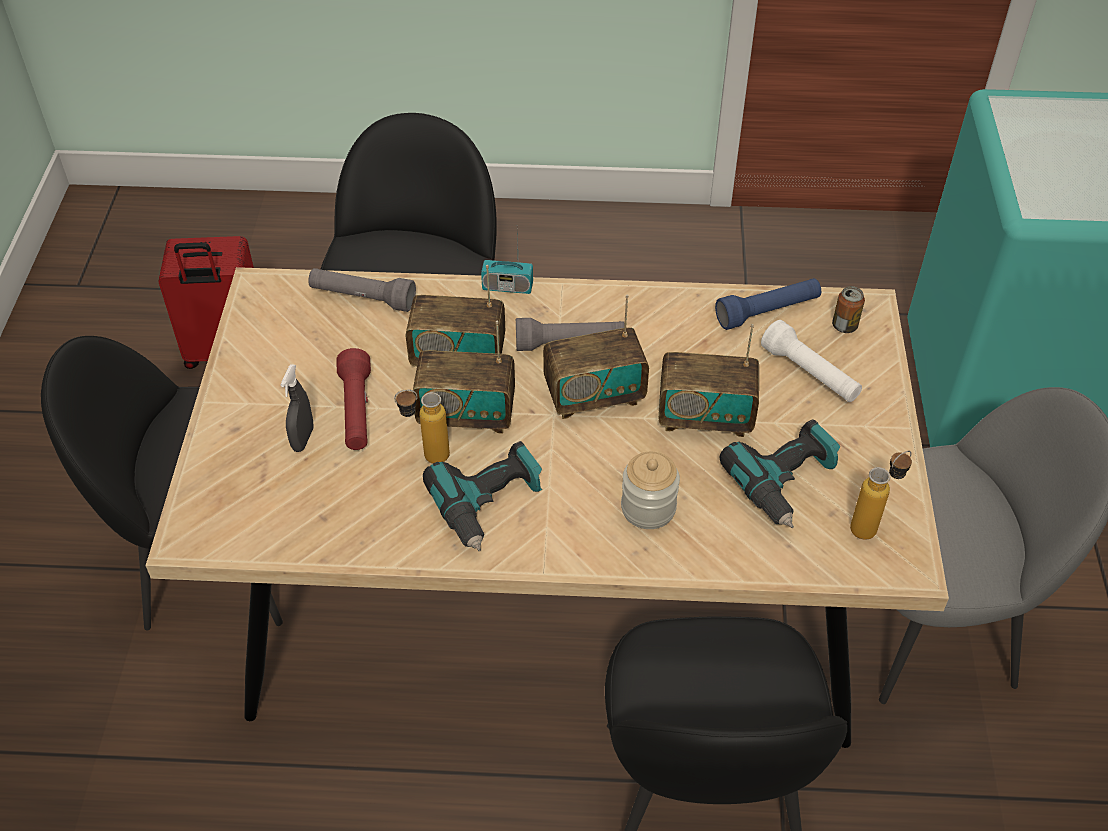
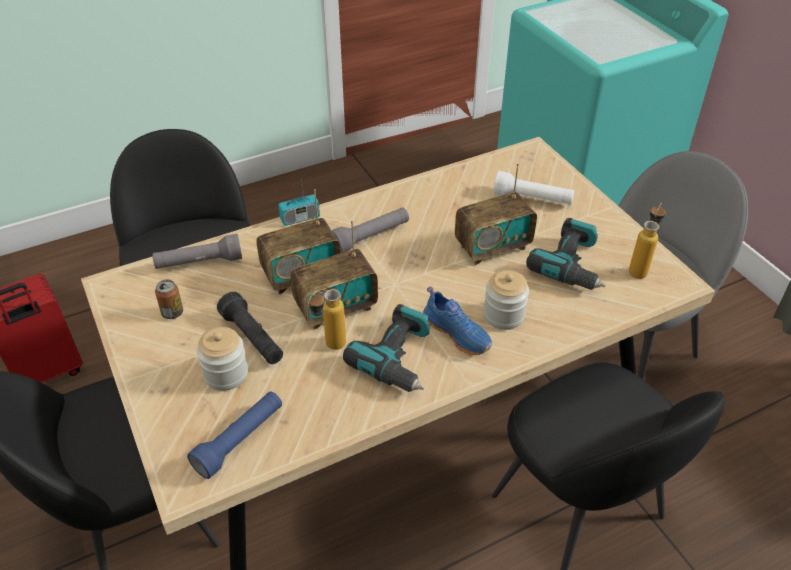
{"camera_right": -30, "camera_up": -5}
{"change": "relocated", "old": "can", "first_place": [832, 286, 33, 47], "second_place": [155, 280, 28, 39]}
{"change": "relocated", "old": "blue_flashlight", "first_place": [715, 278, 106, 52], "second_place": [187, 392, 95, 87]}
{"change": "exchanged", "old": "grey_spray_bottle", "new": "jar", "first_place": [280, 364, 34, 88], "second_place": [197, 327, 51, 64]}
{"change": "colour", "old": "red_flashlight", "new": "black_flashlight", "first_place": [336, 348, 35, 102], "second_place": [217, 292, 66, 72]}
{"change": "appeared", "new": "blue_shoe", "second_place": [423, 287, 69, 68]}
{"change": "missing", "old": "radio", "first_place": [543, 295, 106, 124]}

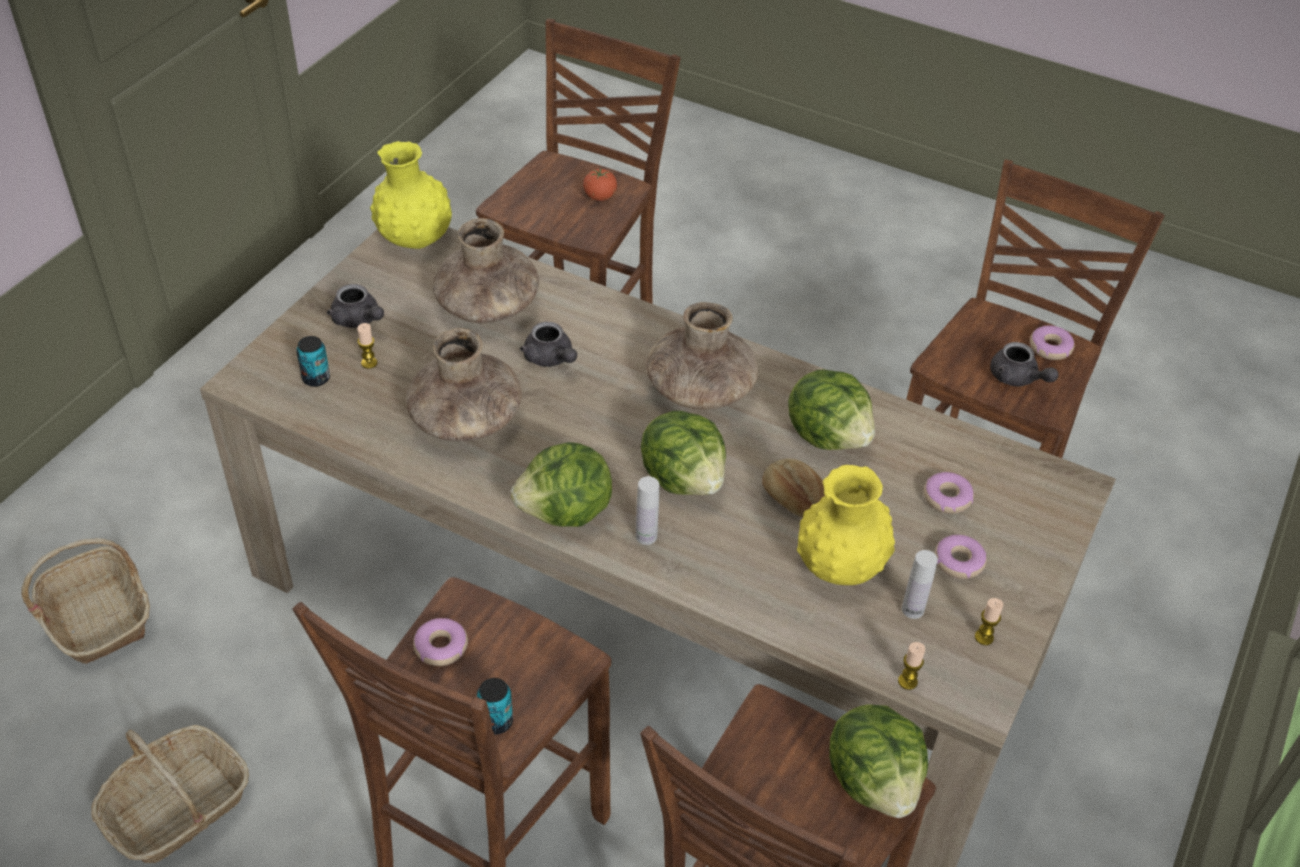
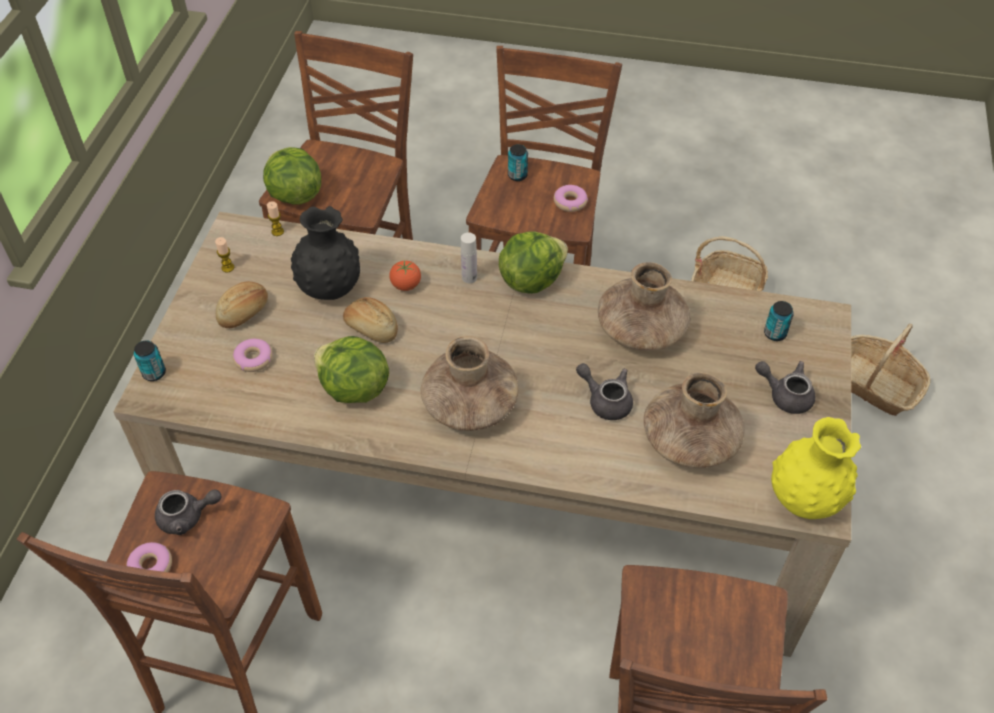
{"camera_right": 165, "camera_up": 5}
{"change": "appeared", "new": "can", "second_place": [134, 341, 32, 40]}
{"change": "spun", "old": "grey_teapot", "first_place": [990, 342, 69, 44], "second_place": [155, 489, 67, 46], "degrees": 135}
{"change": "exchanged", "old": "donut", "new": "bread", "first_place": [935, 535, 52, 44], "second_place": [216, 281, 52, 47]}
{"change": "colour", "old": "yellow_vase", "new": "black_vase", "first_place": [797, 465, 98, 120], "second_place": [291, 206, 69, 94]}
{"change": "relocated", "old": "tomato", "first_place": [583, 168, 34, 33], "second_place": [389, 260, 32, 31]}
{"change": "missing", "old": "candle", "first_place": [357, 323, 20, 46]}
{"change": "missing", "old": "lettuce", "first_place": [641, 411, 85, 84]}
{"change": "missing", "old": "white_bottle", "first_place": [902, 550, 36, 69]}

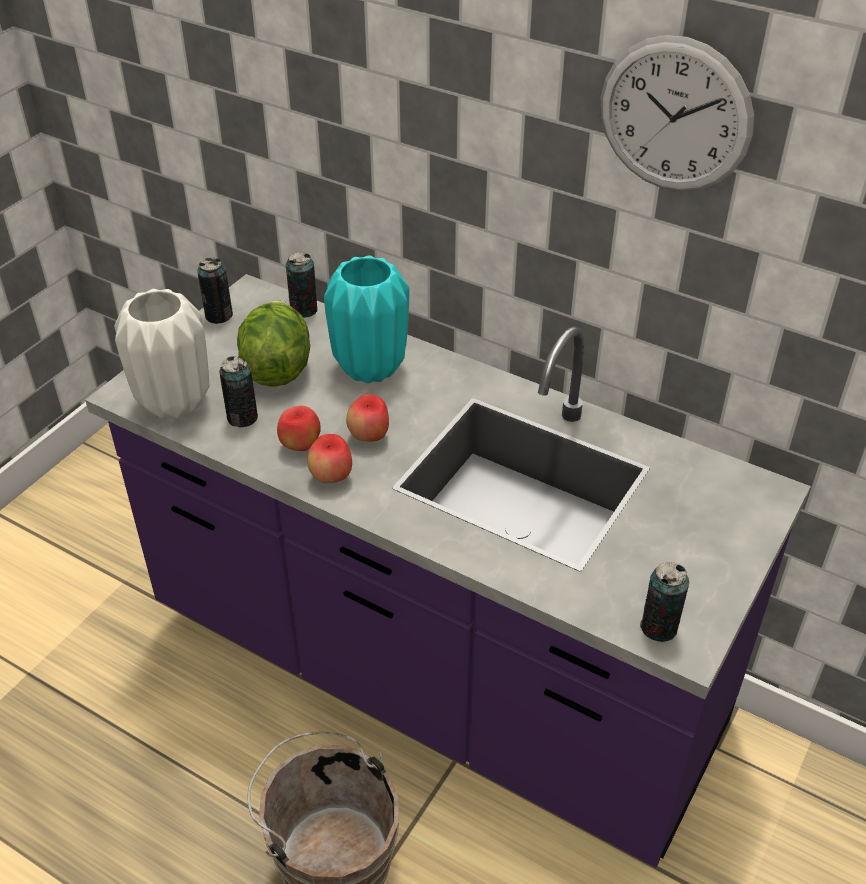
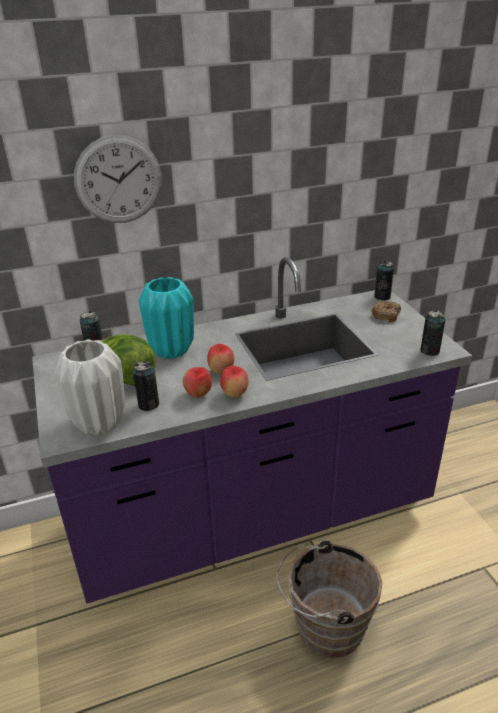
{"camera_right": -50, "camera_up": -10}
{"change": "relocated", "old": "wall_clock", "first_place": [601, 35, 153, 157], "second_place": [74, 135, 88, 88]}
{"change": "appeared", "new": "donut", "second_place": [372, 301, 29, 21]}
{"change": "relocated", "old": "can", "first_place": [197, 258, 36, 66], "second_place": [374, 261, 20, 39]}

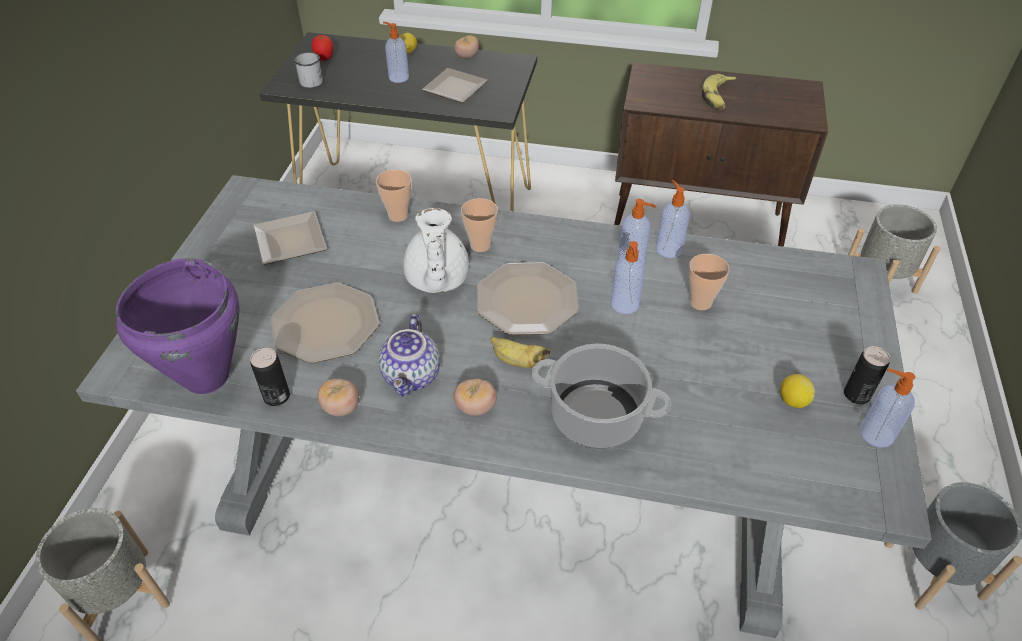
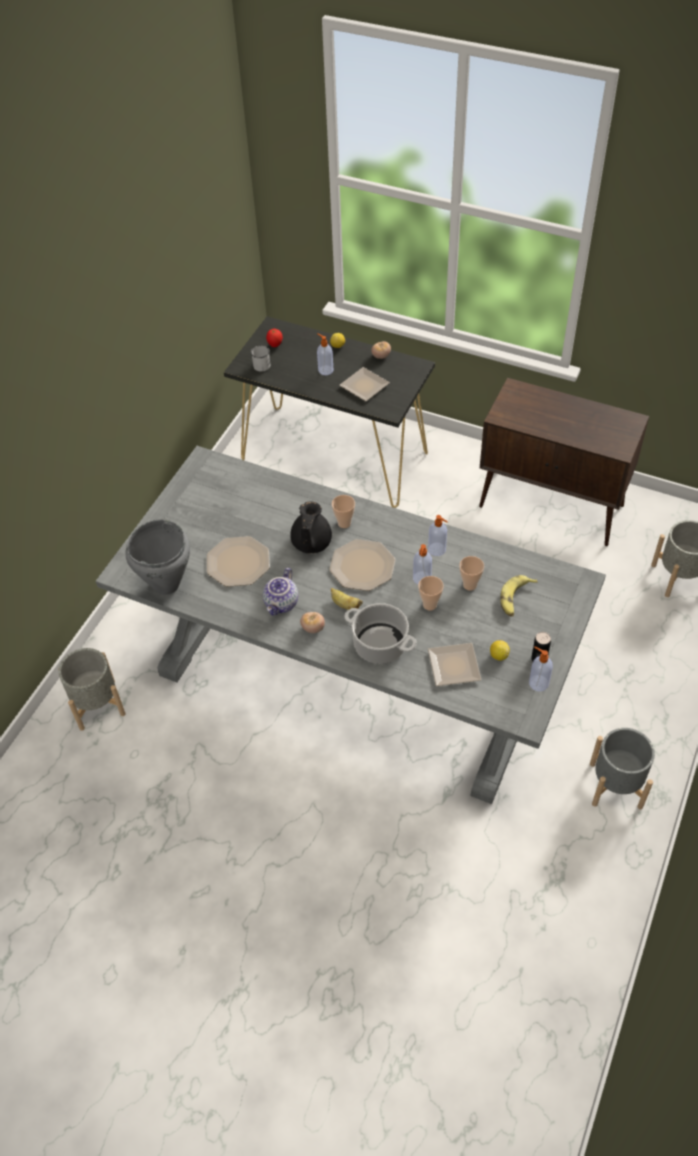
{"camera_right": 15, "camera_up": 5}
{"change": "colour", "old": "purple_cooking_pot", "new": "grey_cooking_pot", "first_place": [116, 258, 123, 136], "second_place": [125, 519, 65, 76]}
{"change": "colour", "old": "white_teapot", "new": "black_teapot", "first_place": [403, 208, 66, 85], "second_place": [290, 501, 42, 53]}
{"change": "relocated", "old": "cup", "first_place": [376, 170, 36, 52], "second_place": [418, 576, 26, 35]}
{"change": "relocated", "old": "plate", "first_place": [253, 211, 74, 54], "second_place": [428, 643, 53, 43]}
{"change": "relocated", "old": "banana", "first_place": [702, 74, 34, 36], "second_place": [500, 575, 38, 41]}
{"change": "missing", "old": "can", "first_place": [250, 348, 40, 58]}
{"change": "missing", "old": "tomato", "first_place": [318, 379, 41, 37]}
{"change": "missing", "old": "soap_dispenser", "first_place": [656, 180, 34, 78]}

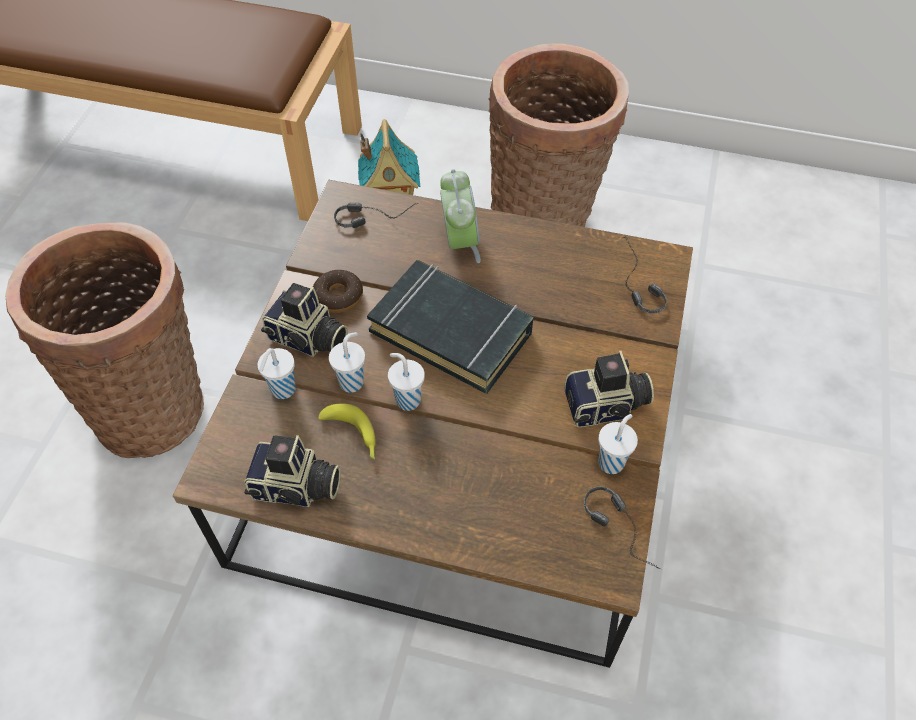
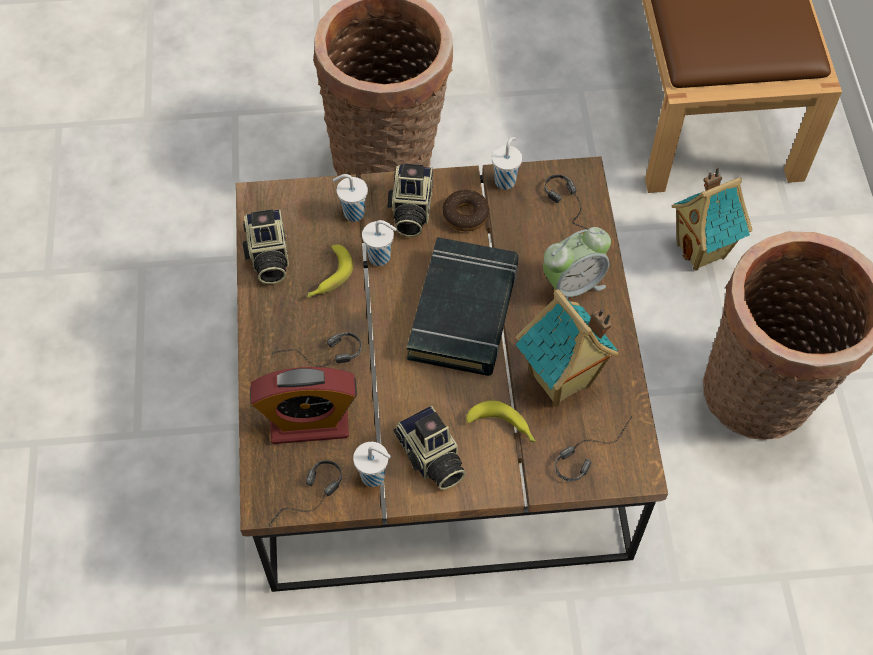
{"camera_right": 70, "camera_up": 5}
{"change": "appeared", "new": "alarm_clock", "second_place": [250, 367, 107, 77]}
{"change": "appeared", "new": "headphones", "second_place": [271, 332, 91, 35]}
{"change": "appeared", "new": "banana", "second_place": [466, 400, 70, 42]}
{"change": "relocated", "old": "white_cup", "first_place": [388, 353, 37, 58], "second_place": [492, 137, 30, 53]}
{"change": "appeared", "new": "toy_house", "second_place": [516, 289, 103, 118]}

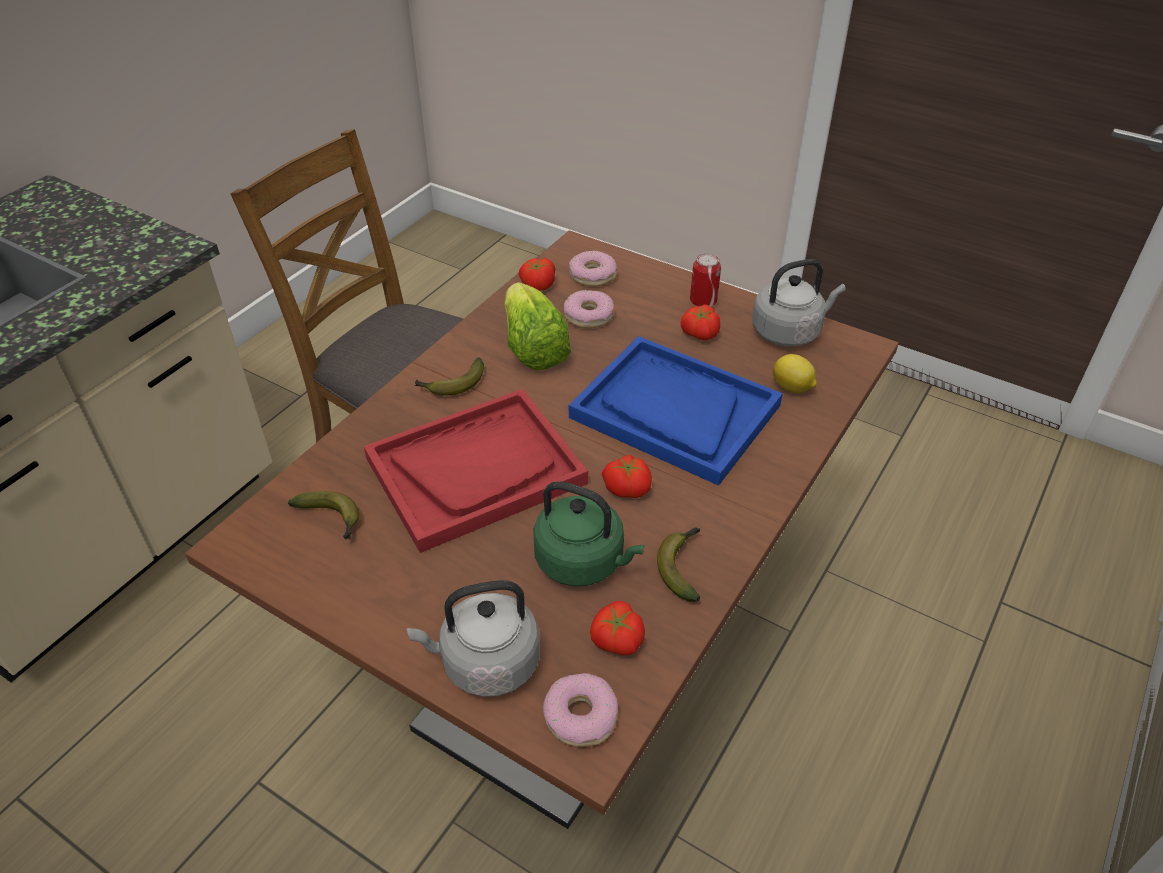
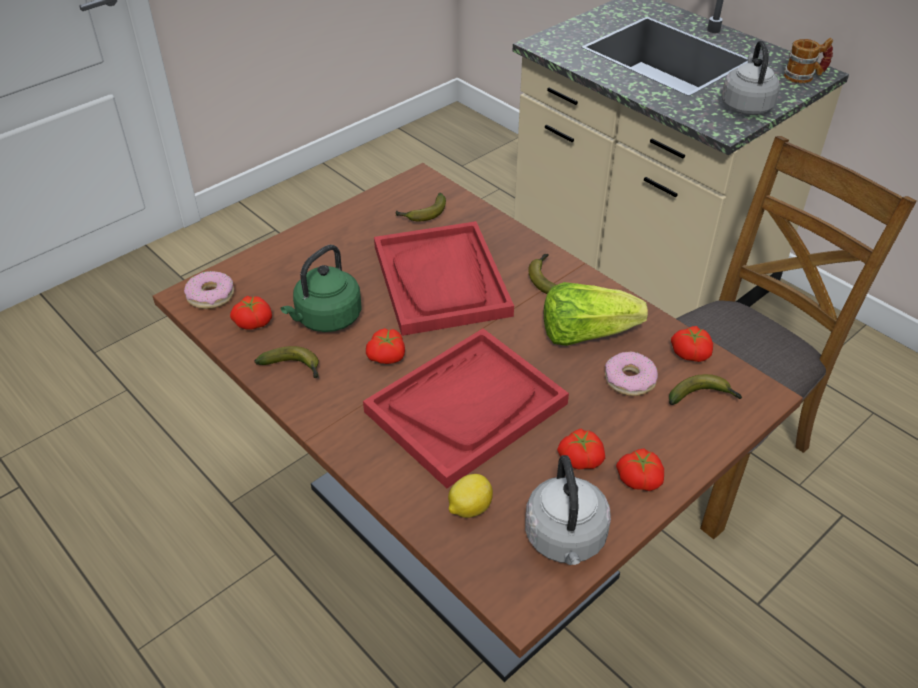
{"camera_right": 105, "camera_up": 0}
{"change": "colour", "old": "blue_tray", "new": "red_tray", "first_place": [569, 336, 214, 150], "second_place": [363, 328, 206, 160]}
{"change": "exchanged", "old": "can", "new": "tomato", "first_place": [690, 253, 31, 54], "second_place": [616, 449, 48, 42]}
{"change": "exchanged", "old": "donut", "new": "banana", "first_place": [569, 250, 48, 37], "second_place": [669, 374, 73, 31]}
{"change": "relocated", "old": "grey_kettle", "first_place": [406, 580, 134, 117], "second_place": [722, 40, 58, 75]}
{"change": "appeared", "new": "mug", "second_place": [784, 38, 50, 45]}

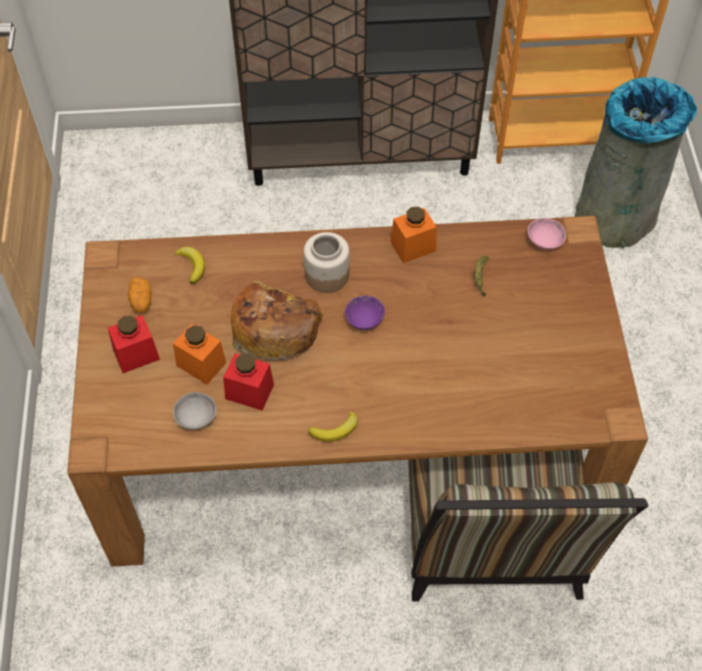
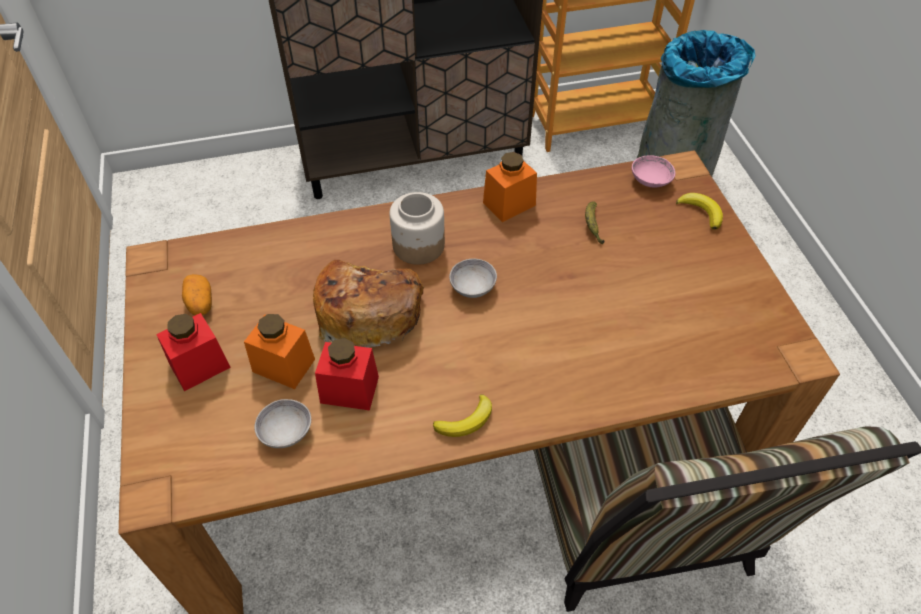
{"camera_right": -10, "camera_up": -5}
{"change": "colour", "old": "purple_bowl", "new": "grey_bowl", "first_place": [345, 296, 40, 34], "second_place": [449, 259, 48, 39]}
{"change": "relocated", "old": "banana", "first_place": [175, 247, 30, 37], "second_place": [676, 193, 47, 36]}

